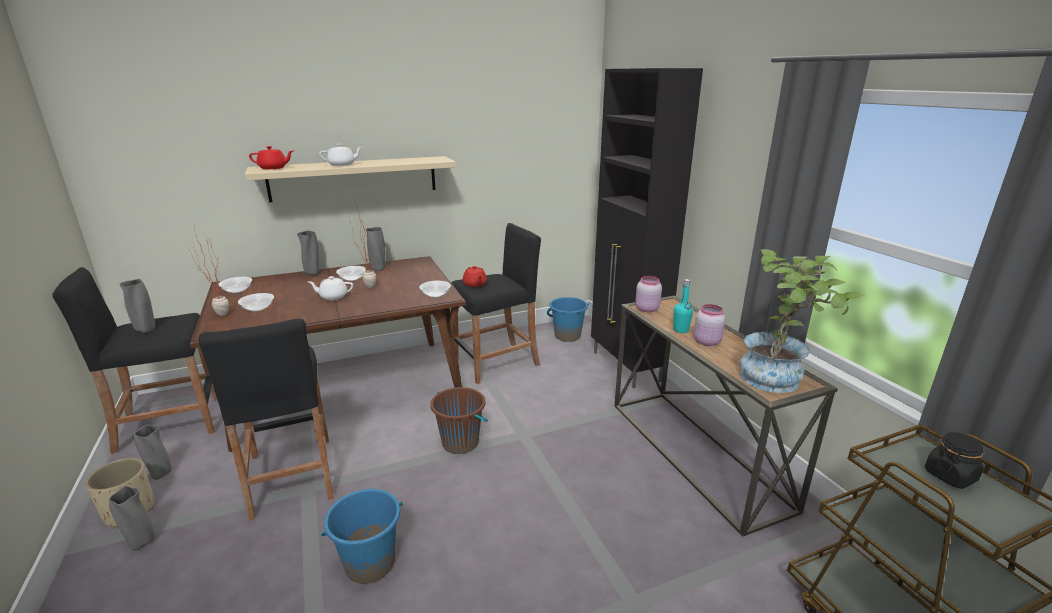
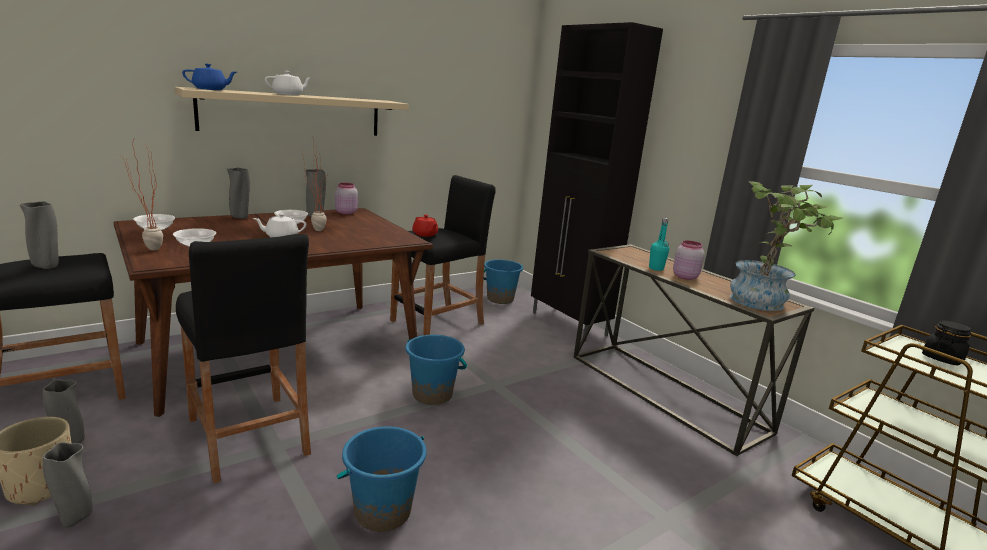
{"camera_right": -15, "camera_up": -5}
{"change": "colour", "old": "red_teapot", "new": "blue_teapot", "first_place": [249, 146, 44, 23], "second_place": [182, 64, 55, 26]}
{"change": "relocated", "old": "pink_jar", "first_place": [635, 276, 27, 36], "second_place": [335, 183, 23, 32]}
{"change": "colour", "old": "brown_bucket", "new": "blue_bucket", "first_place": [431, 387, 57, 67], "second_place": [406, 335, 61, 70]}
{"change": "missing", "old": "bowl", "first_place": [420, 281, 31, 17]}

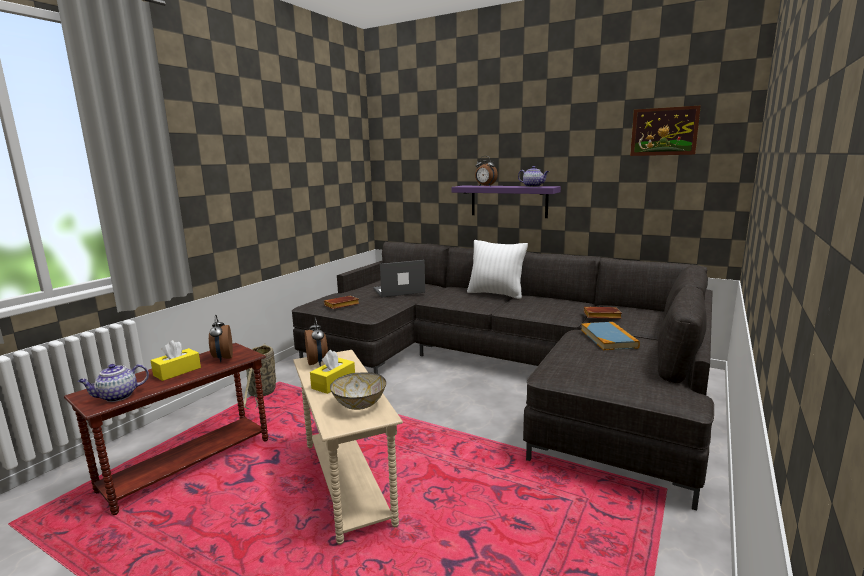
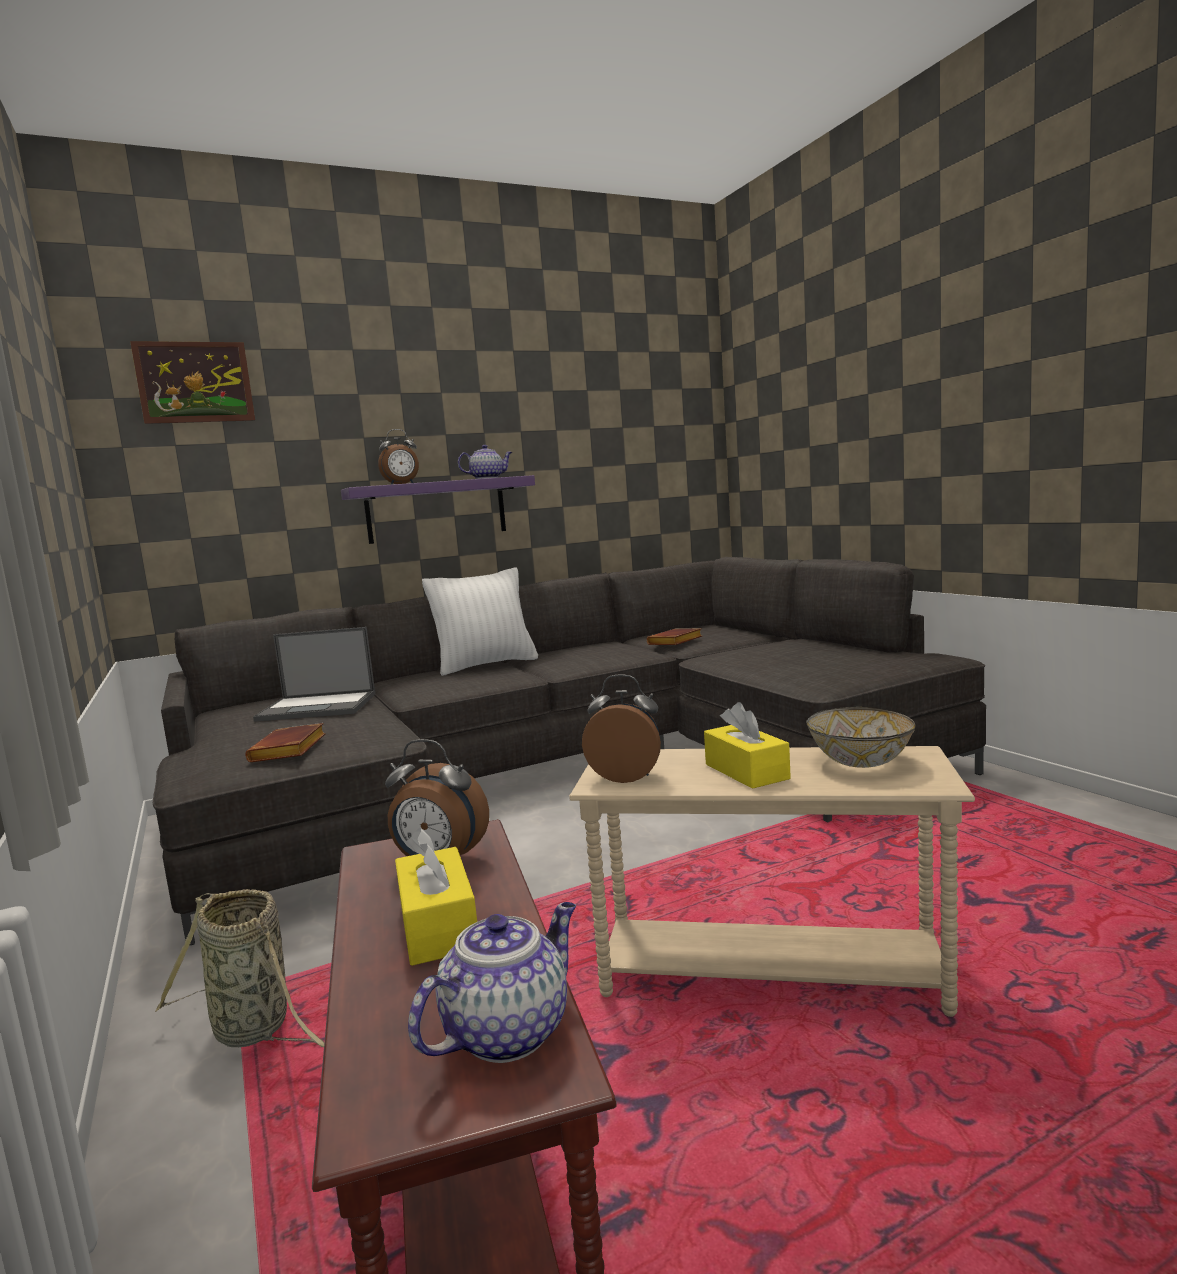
{"camera_right": -55, "camera_up": -5}
{"change": "relocated", "old": "picture", "first_place": [630, 105, 71, 51], "second_place": [130, 341, 125, 83]}
{"change": "spun", "old": "laptop", "first_place": [373, 260, 52, 38], "second_place": [253, 627, 122, 95], "degrees": -105}
{"change": "spun", "old": "teapot", "first_place": [78, 364, 71, 38], "second_place": [408, 902, 168, 161], "degrees": -135}
{"change": "missing", "old": "book", "first_place": [581, 322, 59, 28]}

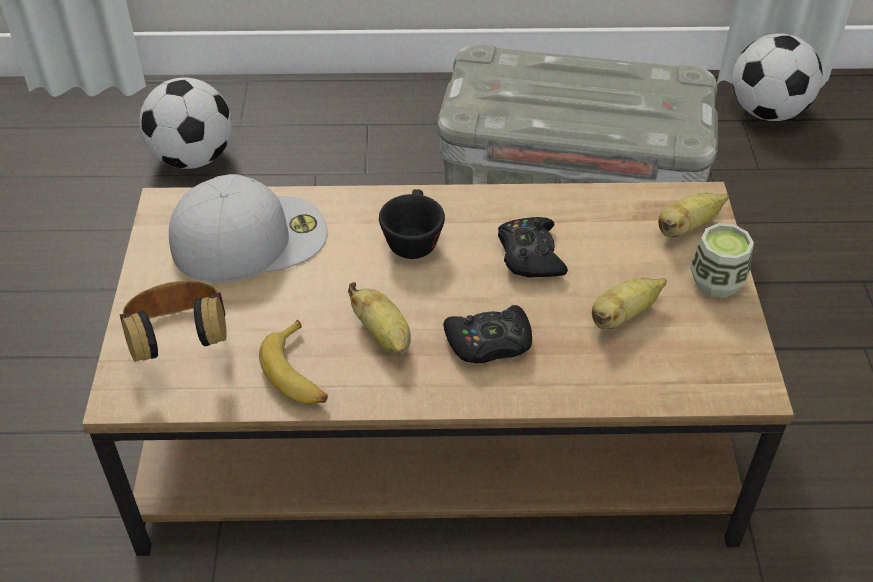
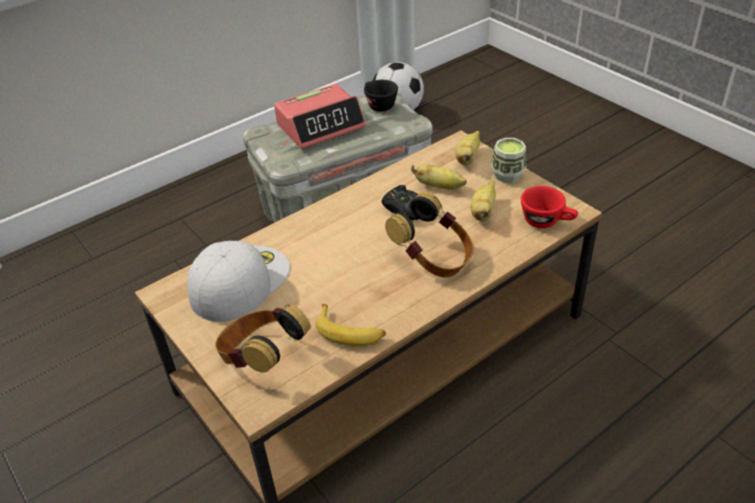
{"camera_right": -35, "camera_up": -5}
{"change": "appeared", "new": "alarm_clock", "second_place": [274, 84, 92, 65]}
{"change": "relocated", "old": "black_cup", "first_place": [379, 189, 66, 70], "second_place": [364, 80, 34, 32]}
{"change": "exchanged", "old": "black_game_controller", "new": "headphones", "first_place": [443, 305, 89, 58], "second_place": [385, 192, 89, 86]}
{"change": "relocated", "old": "banana", "first_place": [348, 282, 63, 74], "second_place": [411, 165, 56, 25]}
{"change": "appeared", "new": "red_cup", "second_place": [521, 186, 57, 42]}
{"change": "missing", "old": "football", "first_place": [139, 77, 93, 92]}

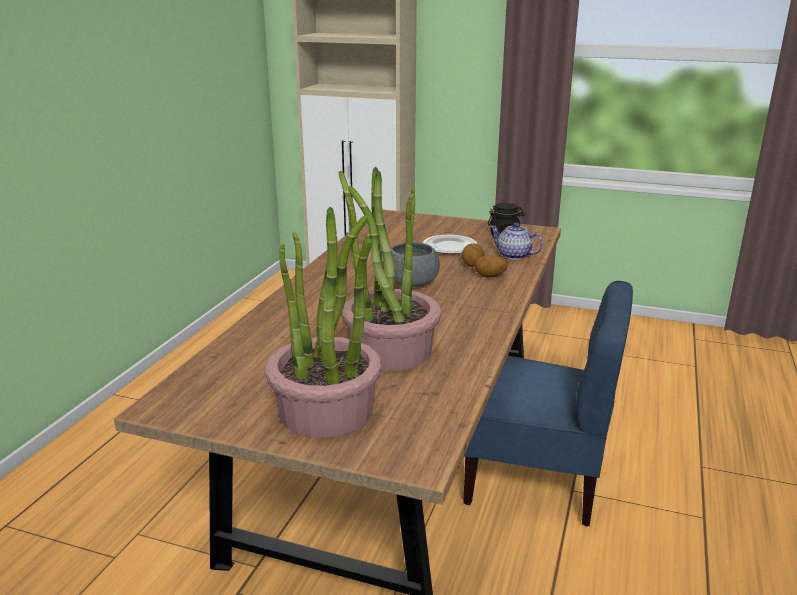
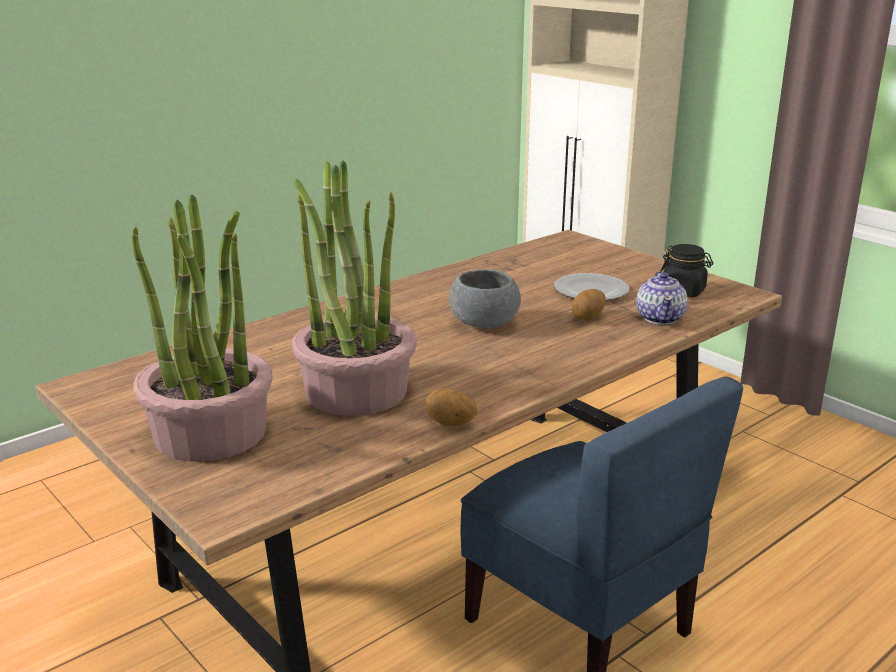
{"camera_right": 30, "camera_up": 0}
{"change": "relocated", "old": "potato", "first_place": [475, 255, 33, 23], "second_place": [426, 388, 51, 38]}
{"change": "spun", "old": "teapot", "first_place": [490, 223, 53, 37], "second_place": [636, 271, 51, 54], "degrees": -150}

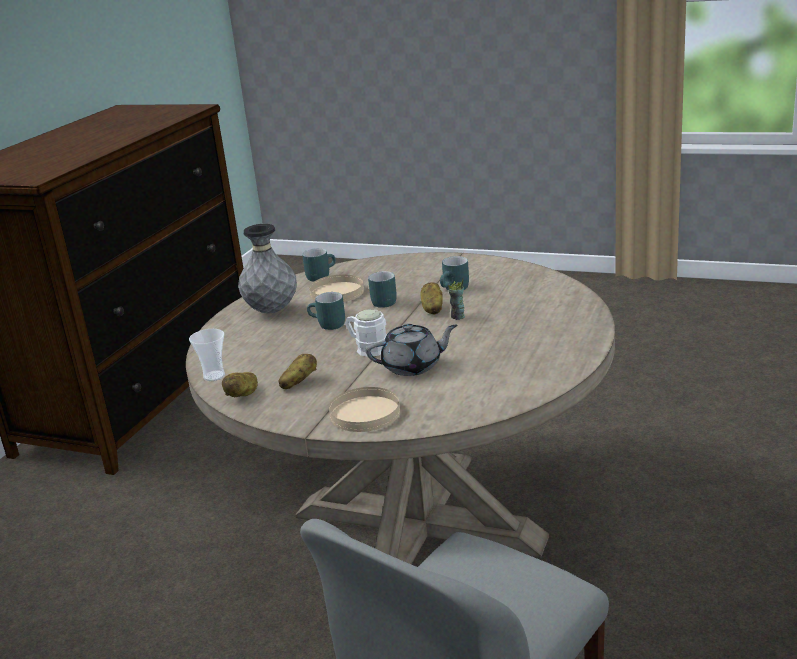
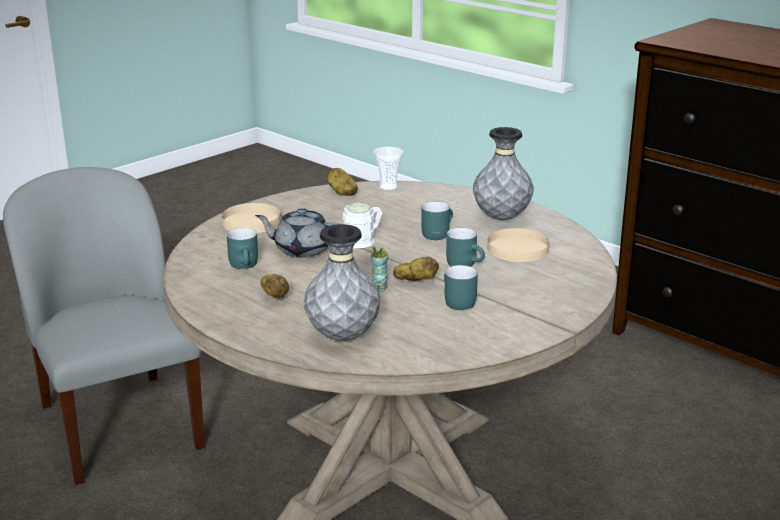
{"camera_right": 110, "camera_up": 0}
{"change": "relocated", "old": "turquoise_mug", "first_place": [302, 248, 34, 34], "second_place": [227, 228, 31, 41]}
{"change": "spun", "old": "grey_teapot", "first_place": [366, 323, 91, 53], "second_place": [255, 208, 84, 50], "degrees": 90}
{"change": "relocated", "old": "potato", "first_place": [279, 354, 38, 35], "second_place": [261, 274, 28, 24]}
{"change": "appeared", "new": "grey_vase", "second_place": [304, 224, 76, 117]}

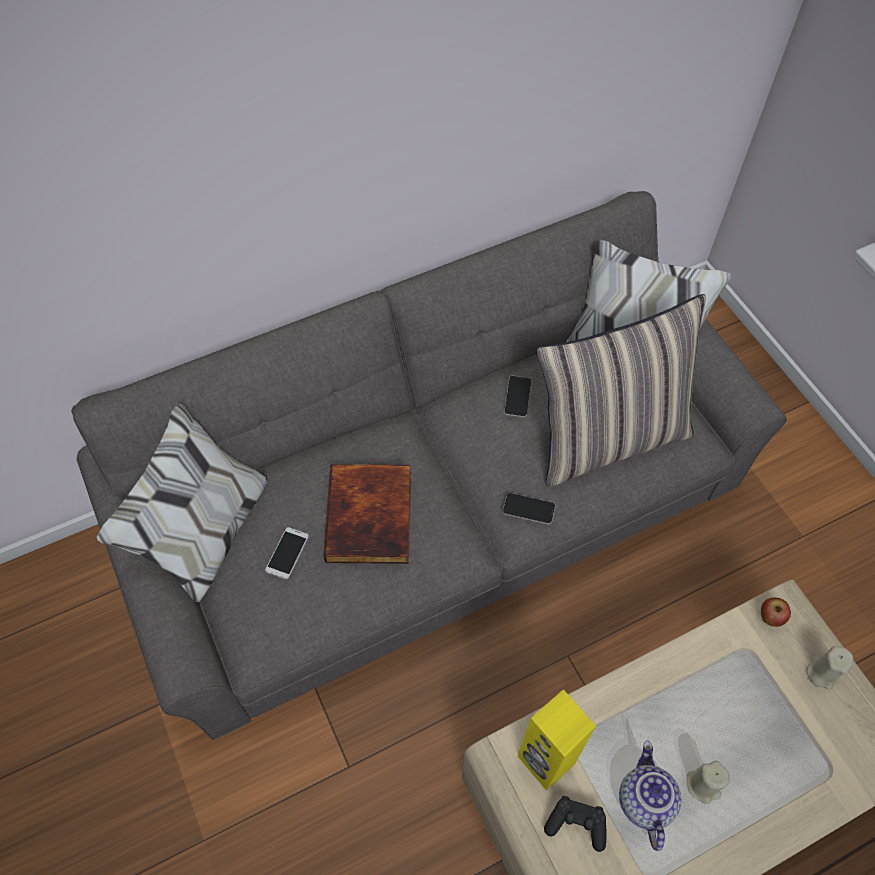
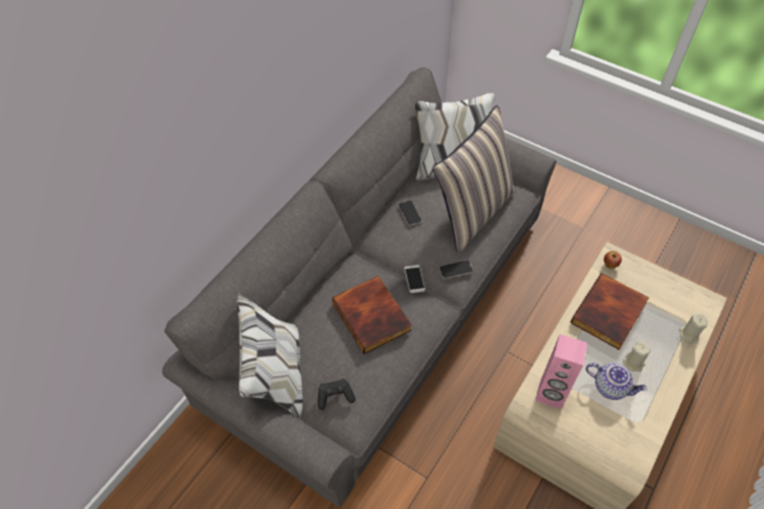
{"camera_right": -30, "camera_up": -5}
{"change": "relocated", "old": "black_game_controller", "first_place": [544, 796, 63, 56], "second_place": [318, 379, 38, 31]}
{"change": "relocated", "old": "phone", "first_place": [265, 527, 44, 52], "second_place": [404, 265, 21, 28]}
{"change": "colour", "old": "yellow_speaker", "new": "pink_speaker", "first_place": [518, 689, 78, 101], "second_place": [535, 334, 52, 75]}
{"change": "appeared", "new": "book", "second_place": [570, 273, 79, 77]}
{"change": "spun", "old": "teapot", "first_place": [619, 741, 62, 110], "second_place": [586, 363, 62, 37], "degrees": 150}
{"change": "relocated", "old": "beige_candle", "first_place": [807, 646, 46, 43], "second_place": [679, 313, 28, 31]}

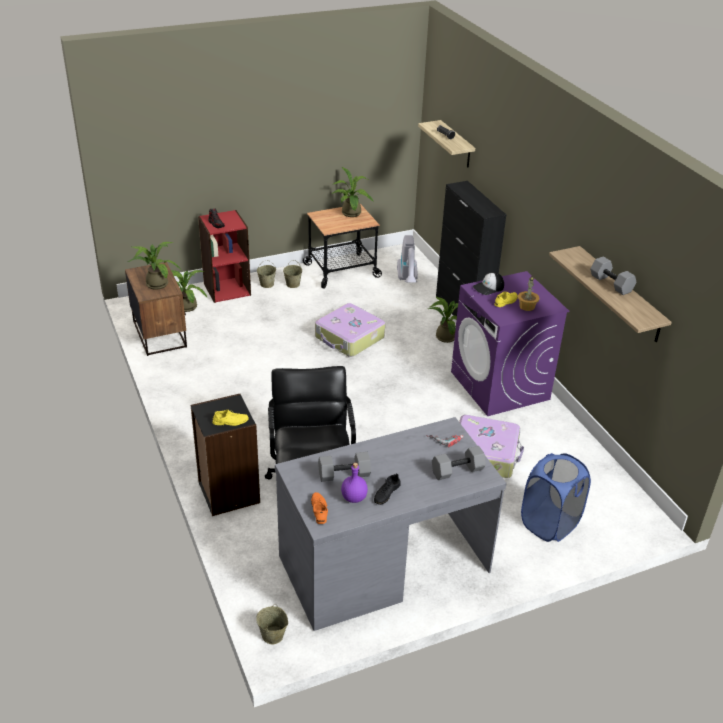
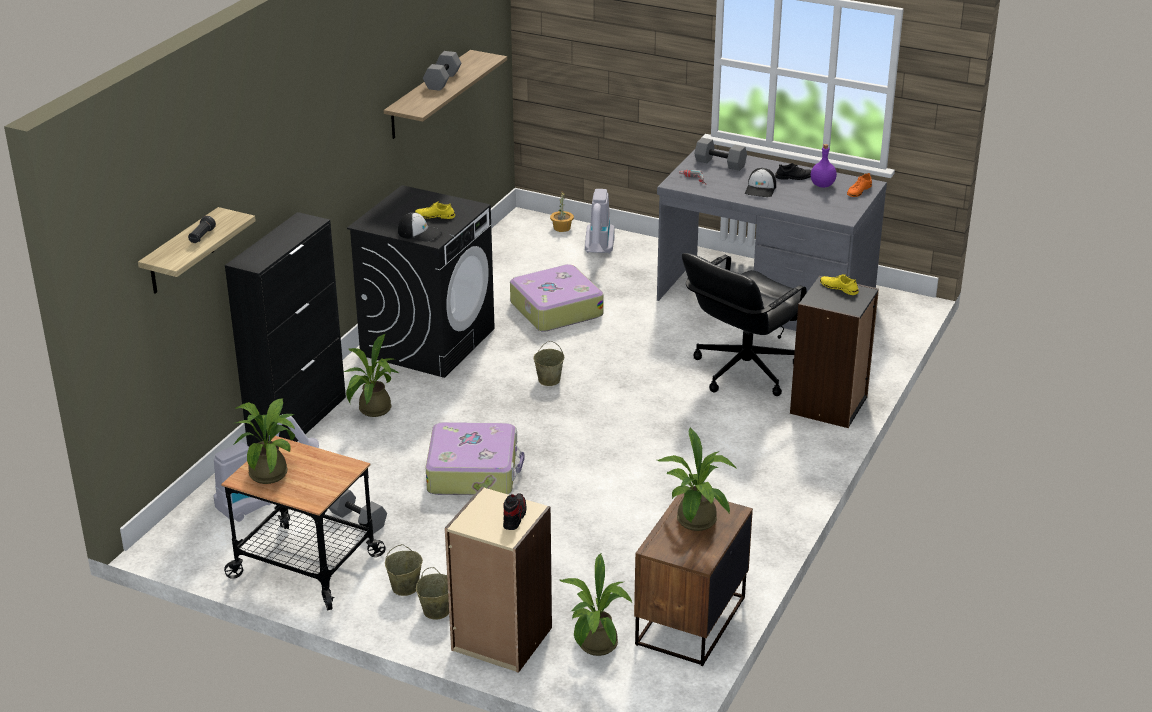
{"camera_right": -130, "camera_up": -5}
{"change": "relocated", "old": "grey_dumbbell", "first_place": [318, 452, 53, 30], "second_place": [329, 489, 58, 45]}
{"change": "colour", "old": "purple_washing_machine", "new": "black_washing_machine", "first_place": [451, 271, 118, 145], "second_place": [347, 185, 148, 193]}
{"change": "colour", "old": "red_bookcase", "new": "beige_bookcase", "first_place": [198, 210, 53, 93], "second_place": [445, 487, 107, 186]}
{"change": "relocated", "old": "beige_bucket", "first_place": [256, 604, 32, 40], "second_place": [533, 341, 31, 45]}
{"change": "relocated", "old": "potted_plant", "first_place": [518, 276, 21, 35], "second_place": [550, 191, 24, 41]}
{"change": "exchanged", "old": "blue_laundry_basket", "new": "vacuum_cleaner", "first_place": [521, 453, 70, 89], "second_place": [585, 189, 30, 65]}
{"change": "appeared", "new": "cap", "second_place": [745, 168, 31, 29]}

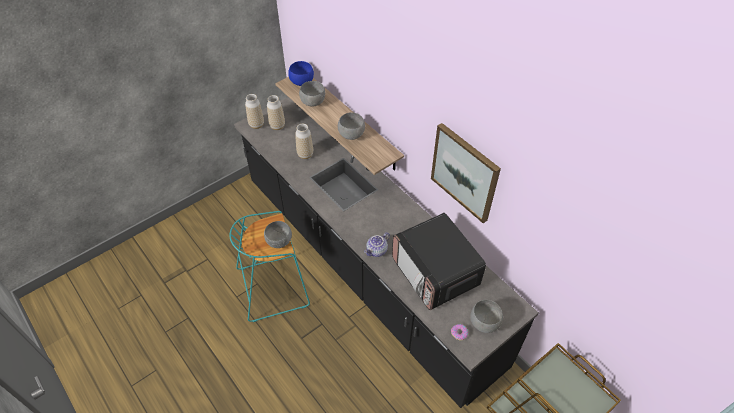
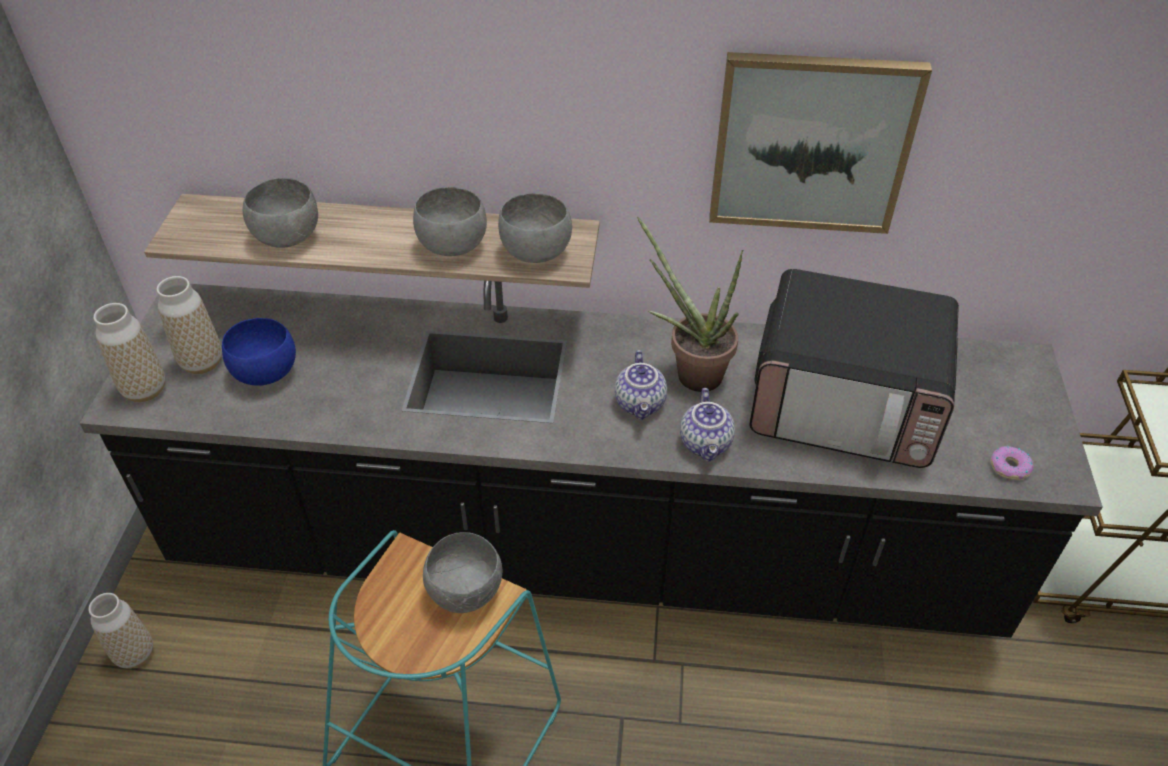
{"camera_right": -45, "camera_up": -5}
{"change": "relocated", "old": "vase", "first_place": [295, 124, 18, 35], "second_place": [88, 593, 65, 76]}
{"change": "relocated", "old": "blue_bowl", "first_place": [288, 61, 26, 25], "second_place": [222, 318, 74, 68]}
{"change": "relocated", "old": "grey_bowl", "first_place": [470, 300, 33, 33], "second_place": [498, 193, 74, 70]}
{"change": "appeared", "new": "teapot", "second_place": [615, 350, 52, 70]}
{"change": "appeared", "new": "potted_plant", "second_place": [637, 217, 106, 175]}

